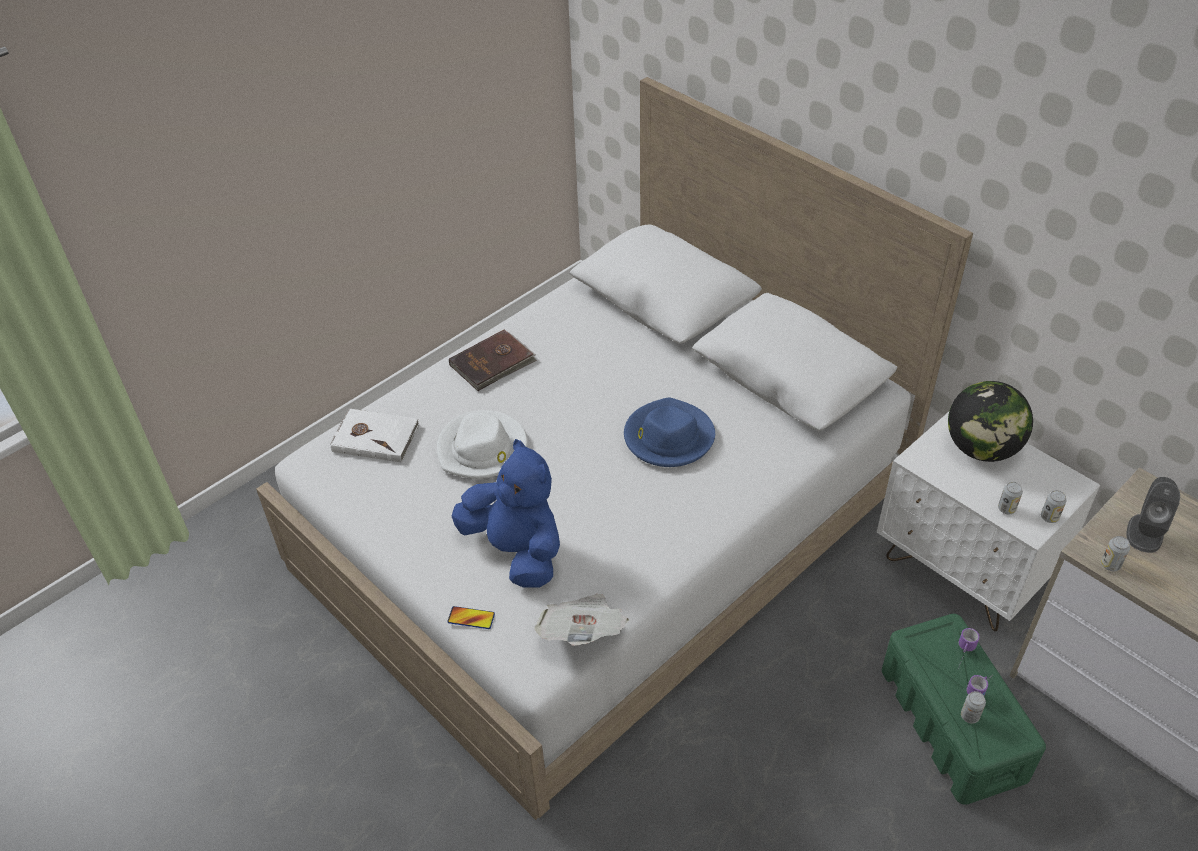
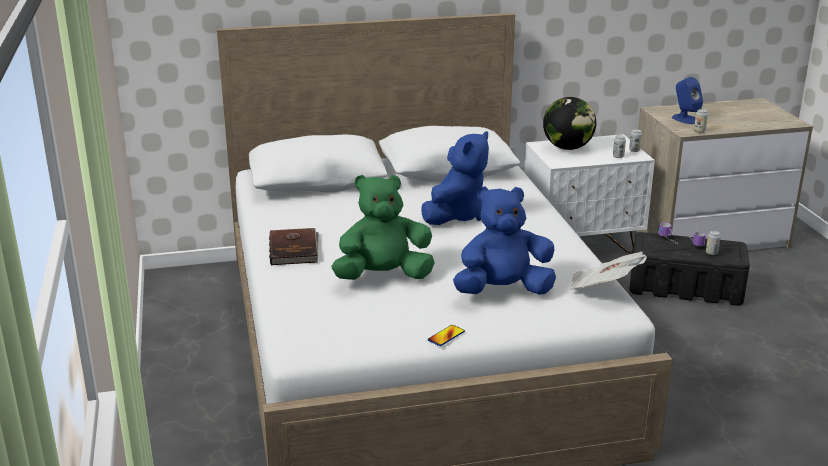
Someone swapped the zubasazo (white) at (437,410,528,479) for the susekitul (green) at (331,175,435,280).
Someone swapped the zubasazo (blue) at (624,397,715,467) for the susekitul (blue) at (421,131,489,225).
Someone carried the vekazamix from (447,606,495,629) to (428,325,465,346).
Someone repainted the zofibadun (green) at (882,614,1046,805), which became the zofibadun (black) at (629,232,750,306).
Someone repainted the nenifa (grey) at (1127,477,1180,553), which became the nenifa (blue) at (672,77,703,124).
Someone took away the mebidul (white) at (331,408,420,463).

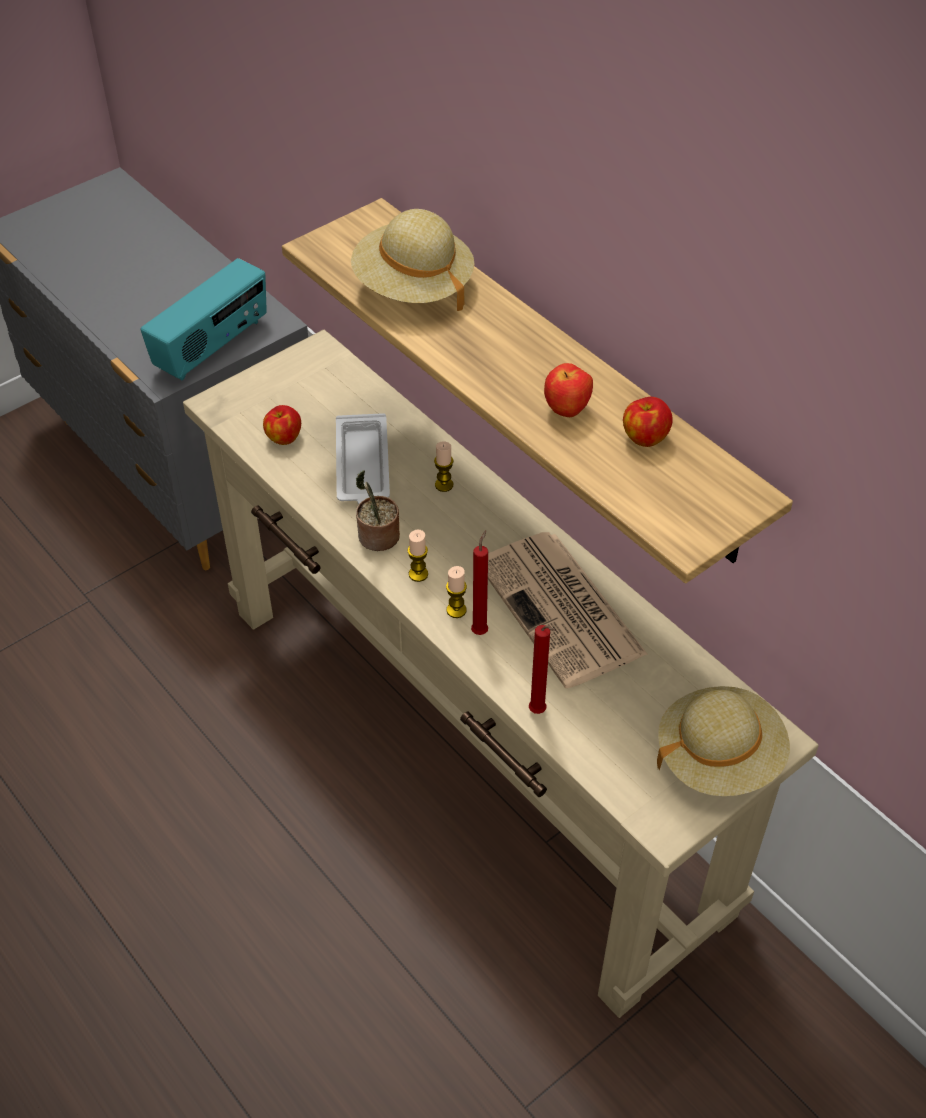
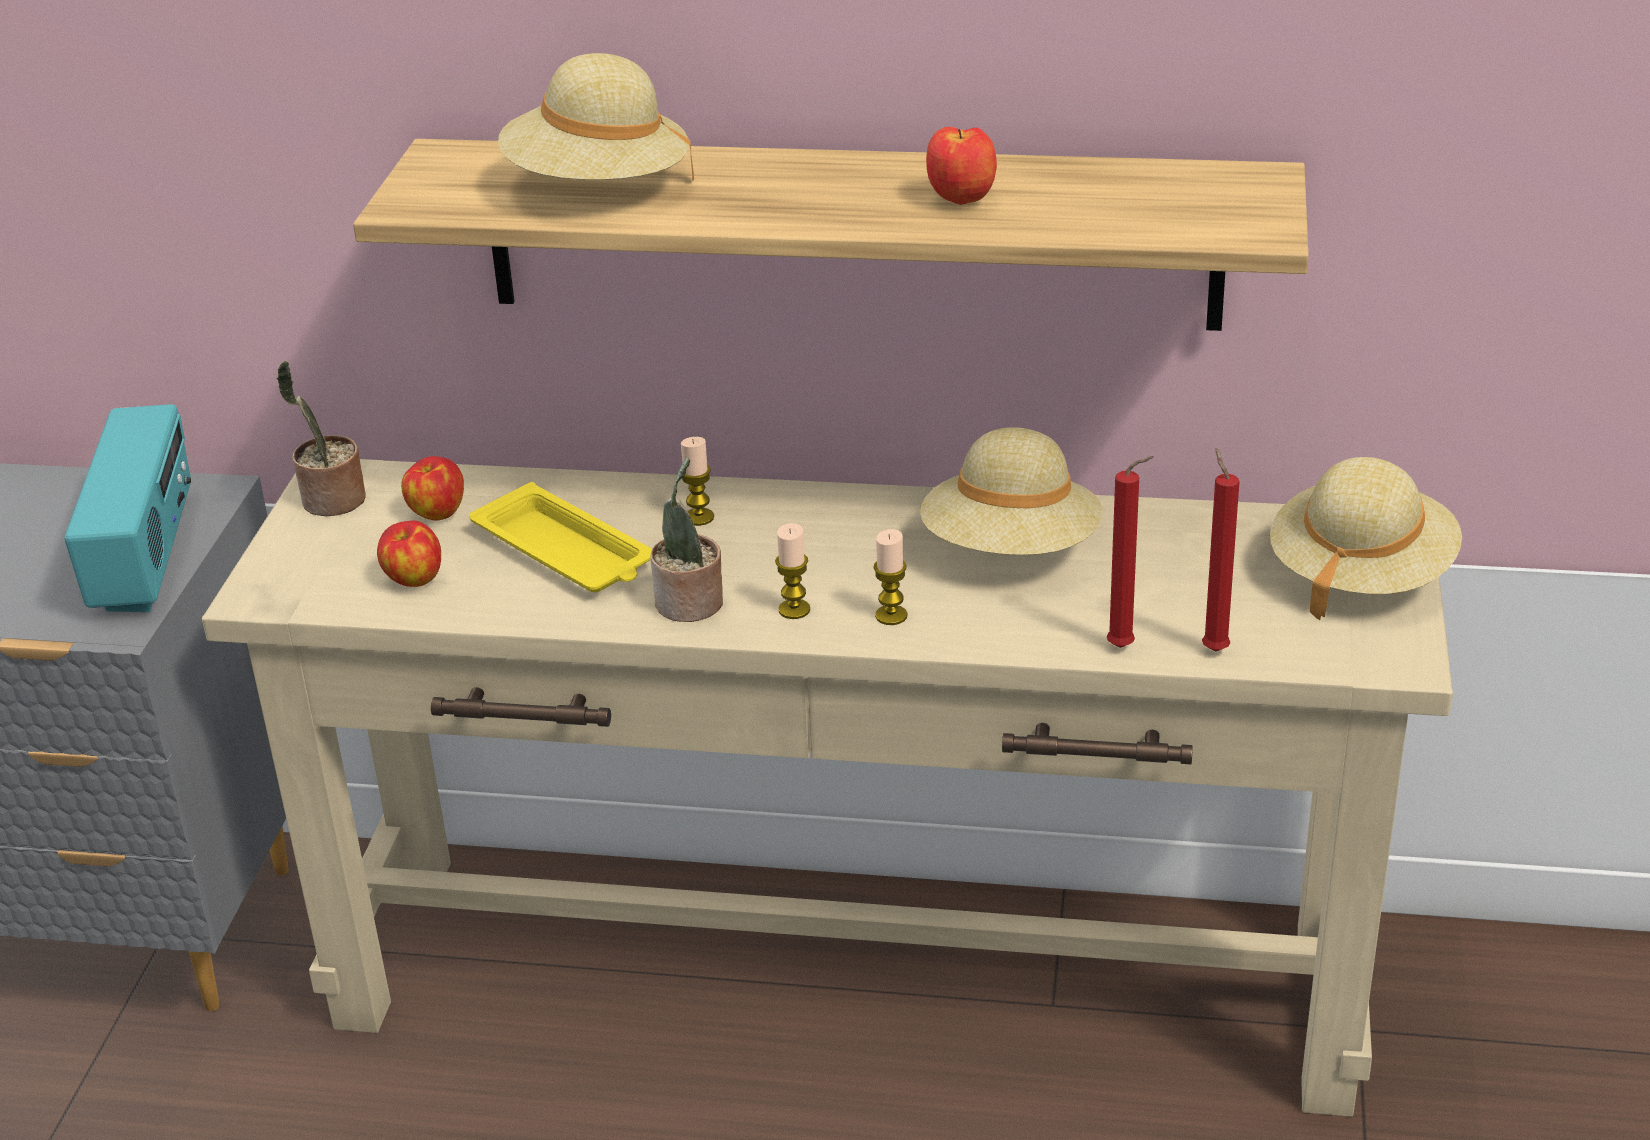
Someone put down the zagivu at (276,361,366,516).
Someone carried the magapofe from (623,397,673,447) to (401,456,464,521).
Someone repainted the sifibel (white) at (336,413,390,504), which became the sifibel (yellow) at (469,482,652,592).
Someone swapped the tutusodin at (488,532,648,688) for the zubasazo (beige) at (920,427,1102,555).
Someone carried the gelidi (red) from (471,530,488,635) to (1202,448,1240,652).

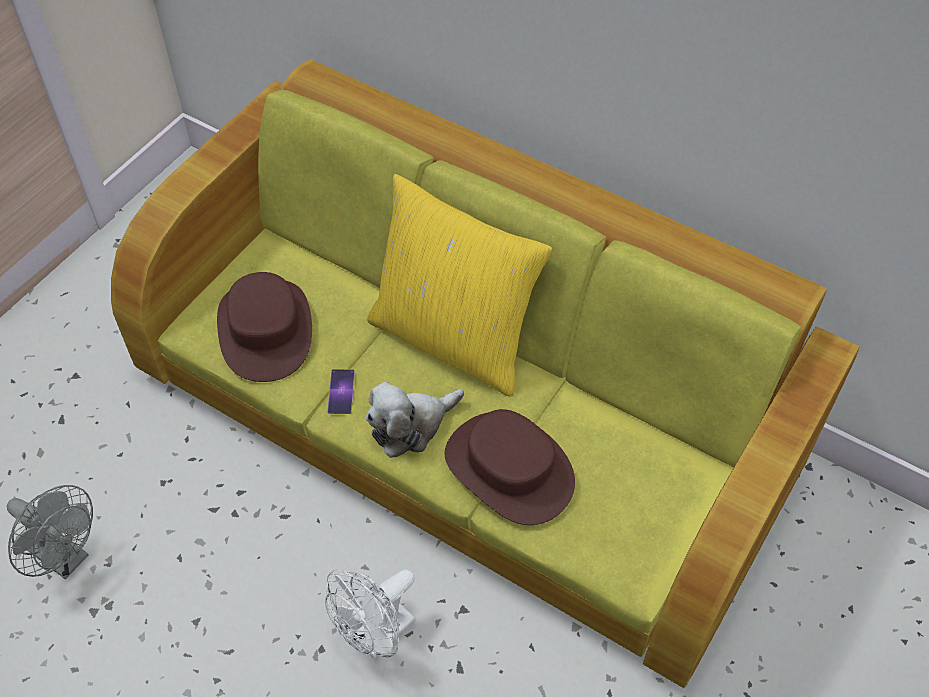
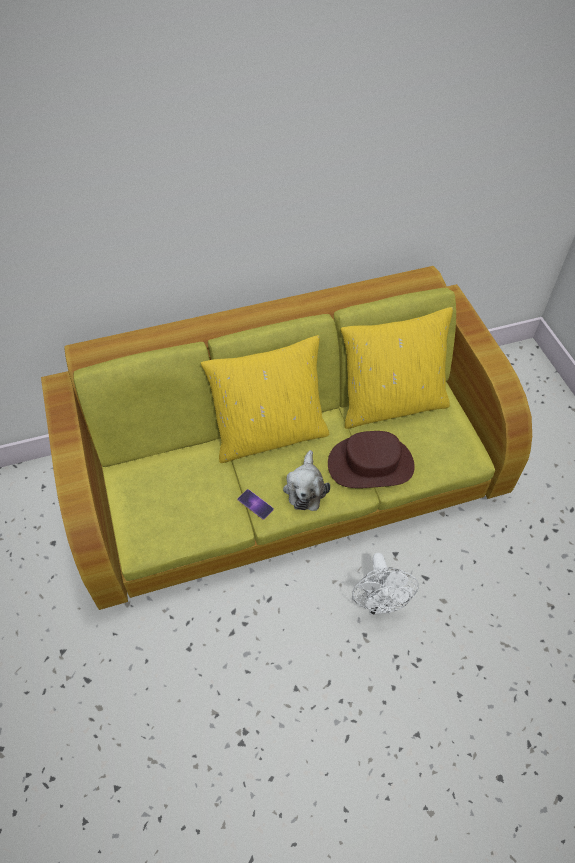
Someone put down the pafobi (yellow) at (341,307,453,429).
Someone took away the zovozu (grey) at (7,485,93,579).
Someone took away the zubasazo (brown) at (217,272,312,382).

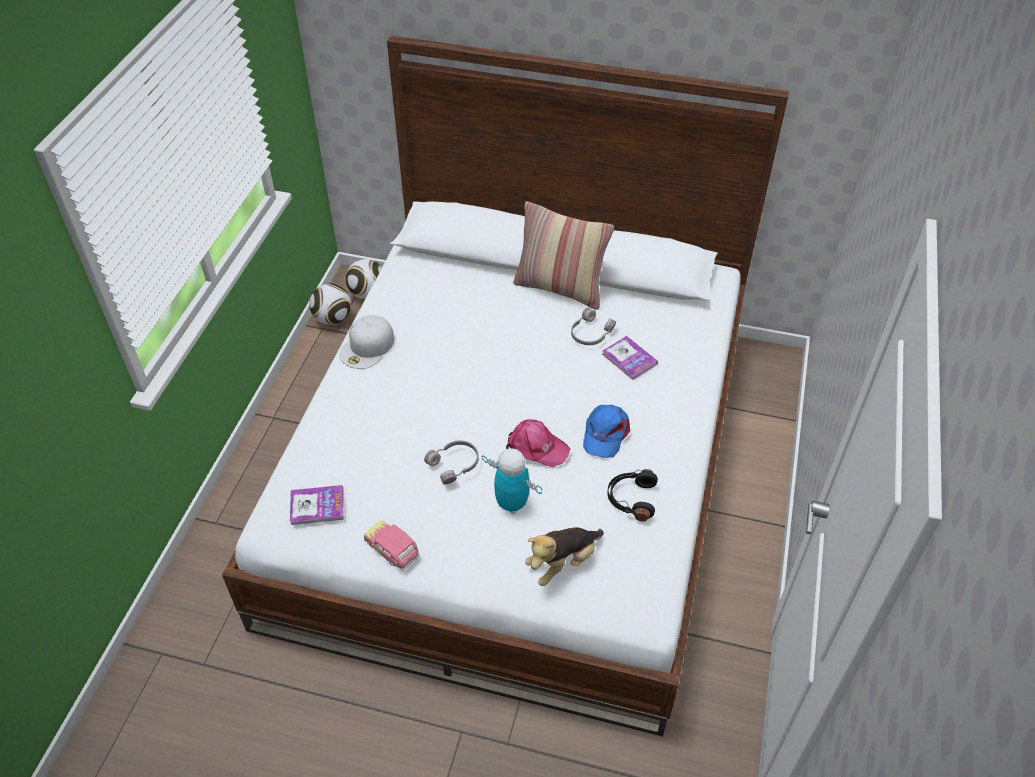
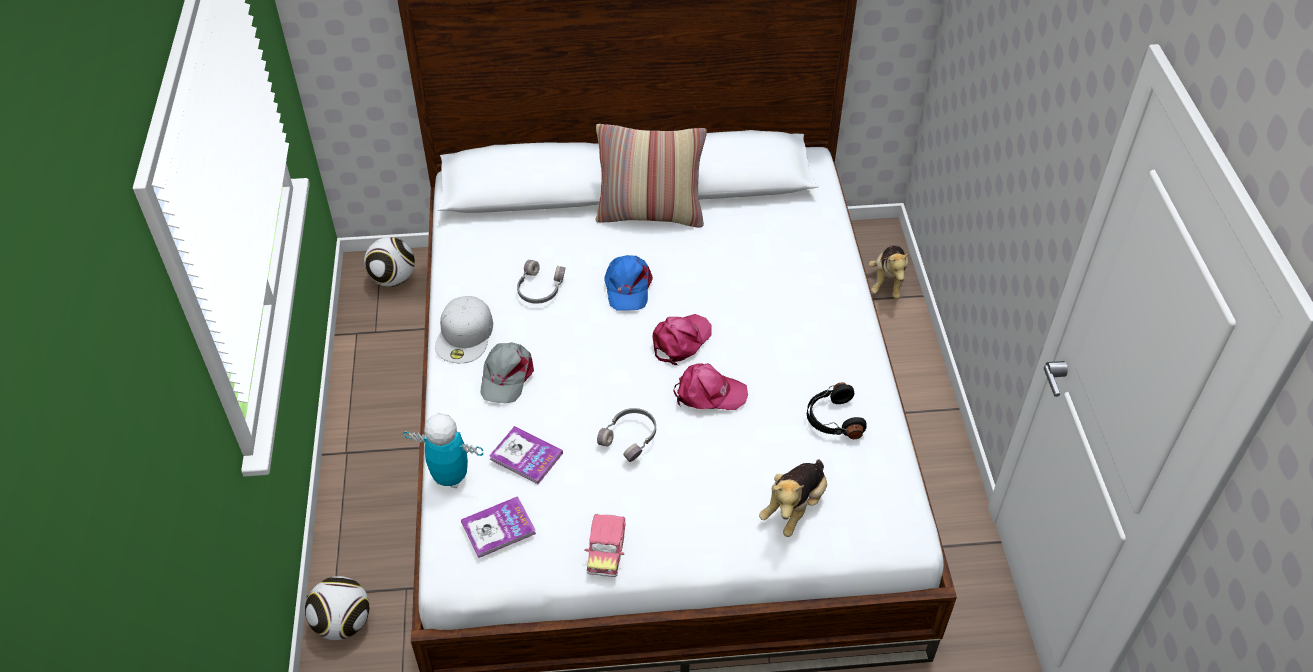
Someone carried the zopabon from (309,283,351,325) to (305,576,369,640).
Someone carried the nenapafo from (482,448,542,514) to (403,414,483,488).
Someone put down the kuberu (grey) at (480,342,534,404).
Someone carried the mebidul from (602,336,658,380) to (489,426,563,484).
Someone carried the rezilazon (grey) from (571,308,616,345) to (517,260,565,304).
Someone rotated the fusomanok at (364,520,420,571) by 105 degrees counterclockwise.
Someone carried the kuberu (blue) from (583,405,630,458) to (604,255,653,311).
Someone put down the kuberu (pink) at (652,314,711,365).
Someone put down the susekitul at (869,246,910,299).

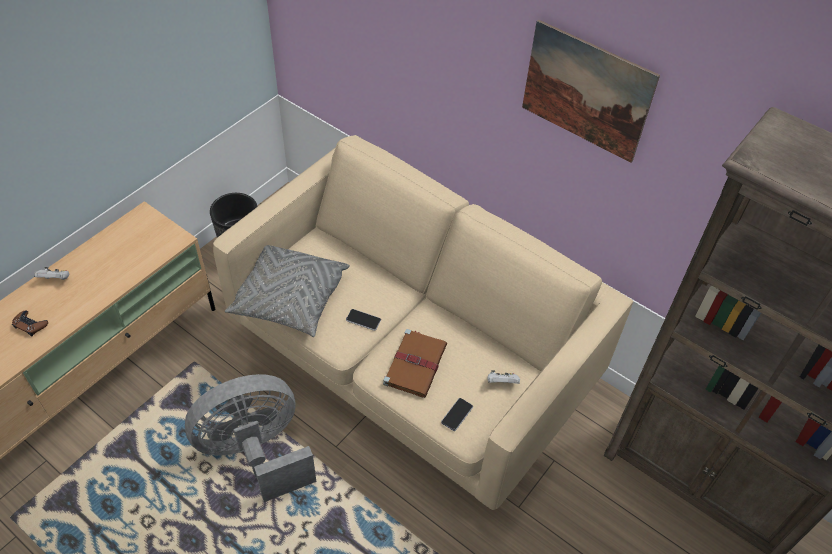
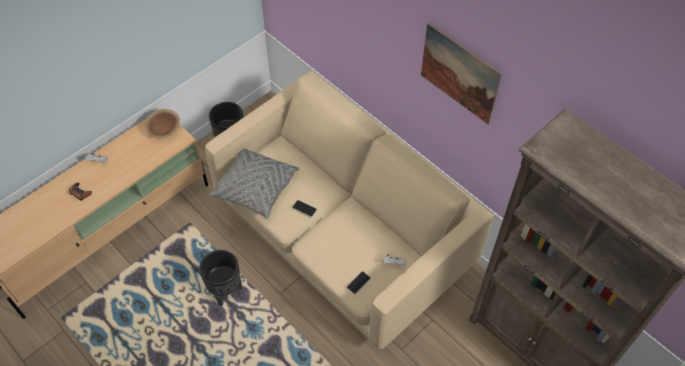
Someone put down the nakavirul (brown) at (144,109,180,138).
Someone swapped the zovozu (grey) at (185,374,316,502) for the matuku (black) at (199,250,242,306).
Someone took away the mebidul (brown) at (383,329,447,398).

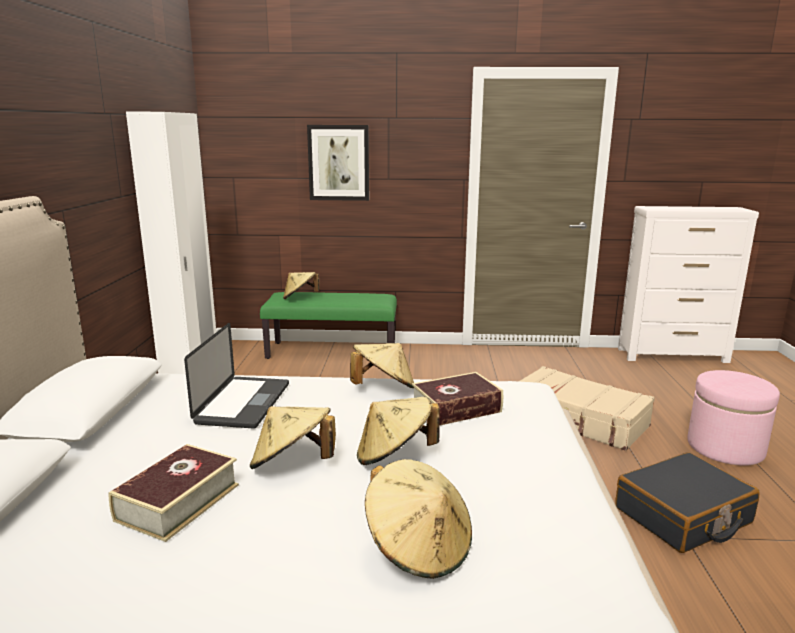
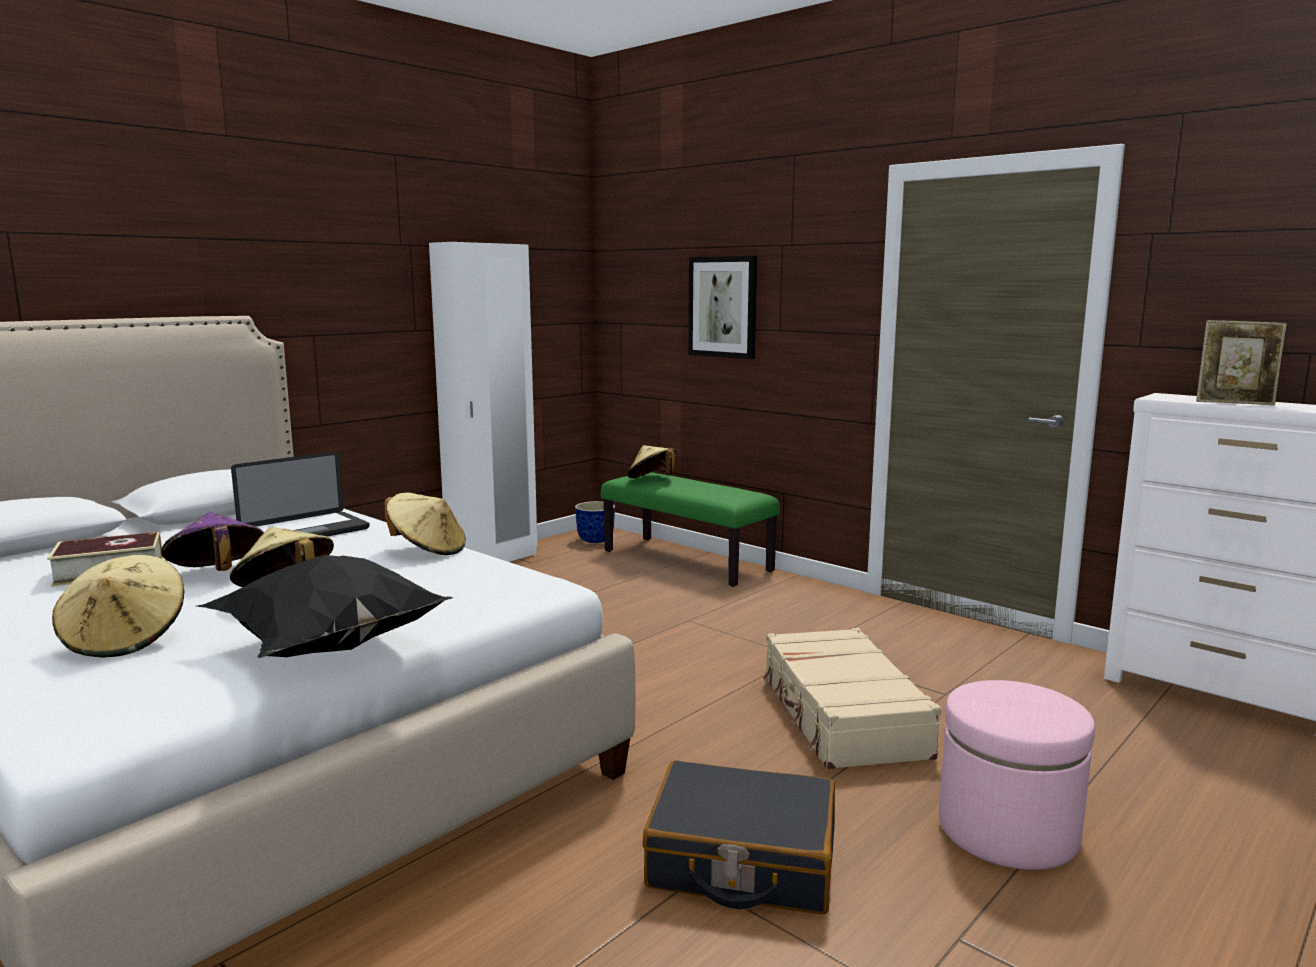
Someone repainted the zubasazo (beige) at (250,406,336,469), which became the zubasazo (purple) at (161,512,264,571).
Someone put down the pafobi (black) at (197,555,453,658).
Someone put down the matuku at (575,501,615,543).
Someone put down the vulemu at (1196,320,1287,405).
Someone took away the mebidul at (412,372,503,425).

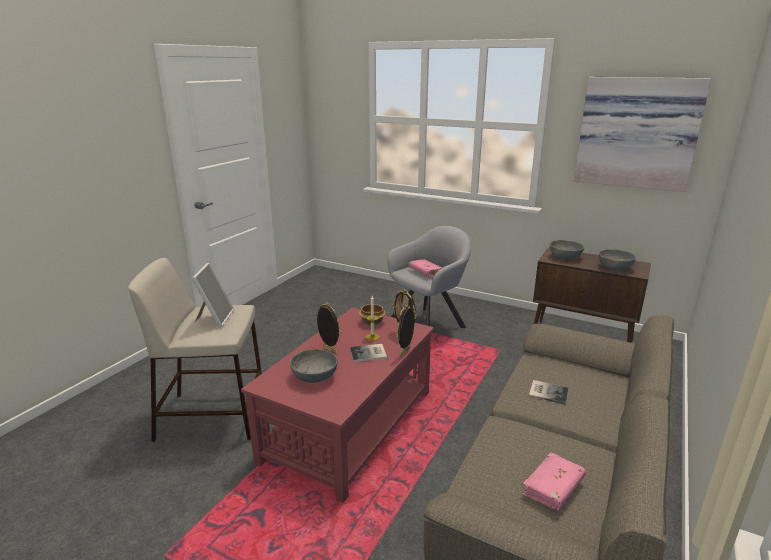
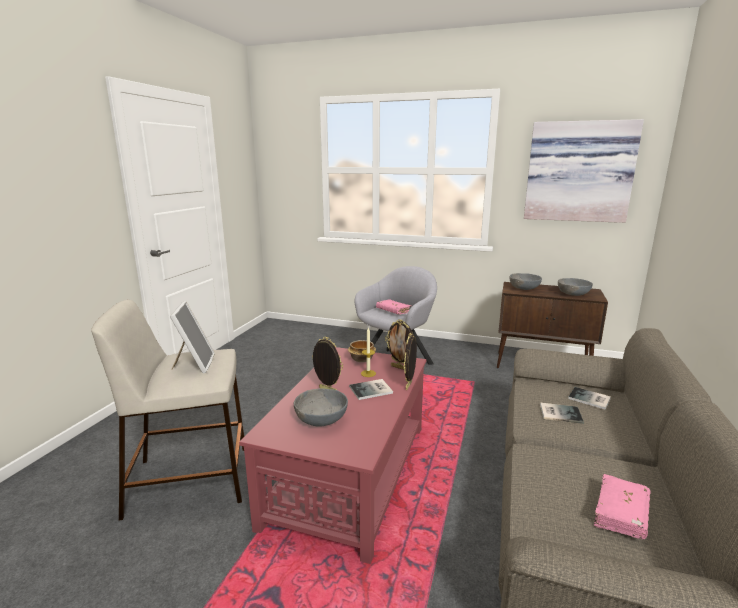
Someone put down the mebidul at (568,387,611,410).

